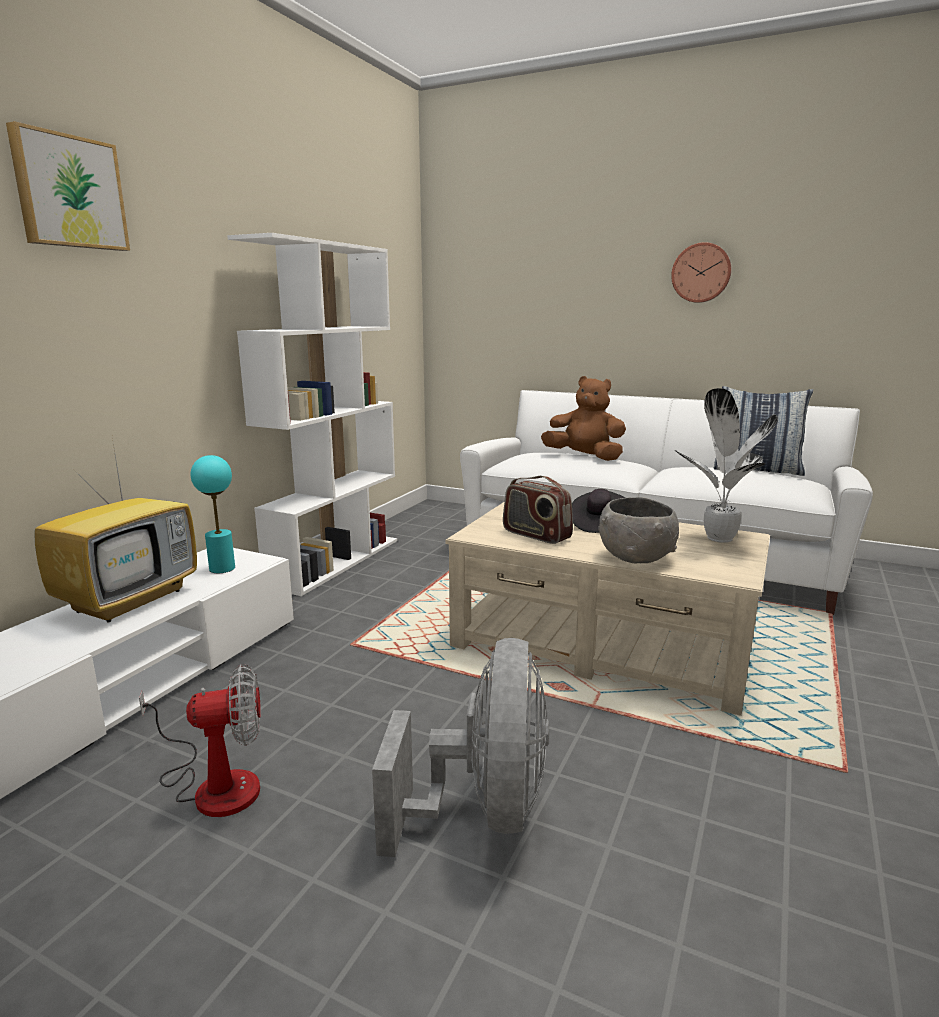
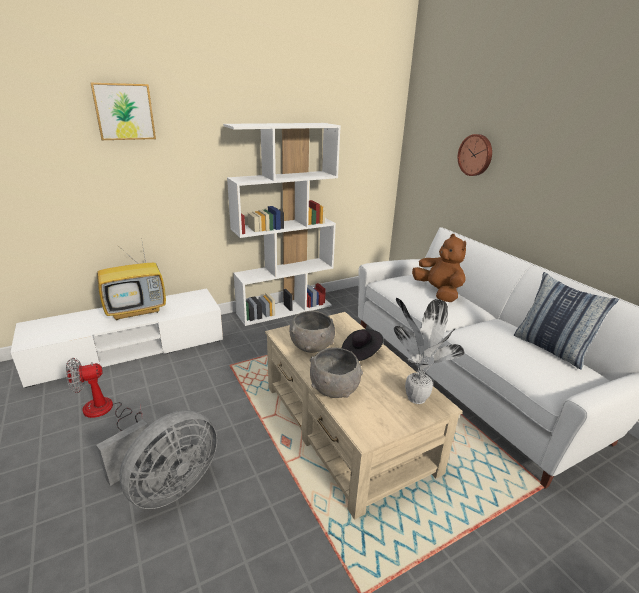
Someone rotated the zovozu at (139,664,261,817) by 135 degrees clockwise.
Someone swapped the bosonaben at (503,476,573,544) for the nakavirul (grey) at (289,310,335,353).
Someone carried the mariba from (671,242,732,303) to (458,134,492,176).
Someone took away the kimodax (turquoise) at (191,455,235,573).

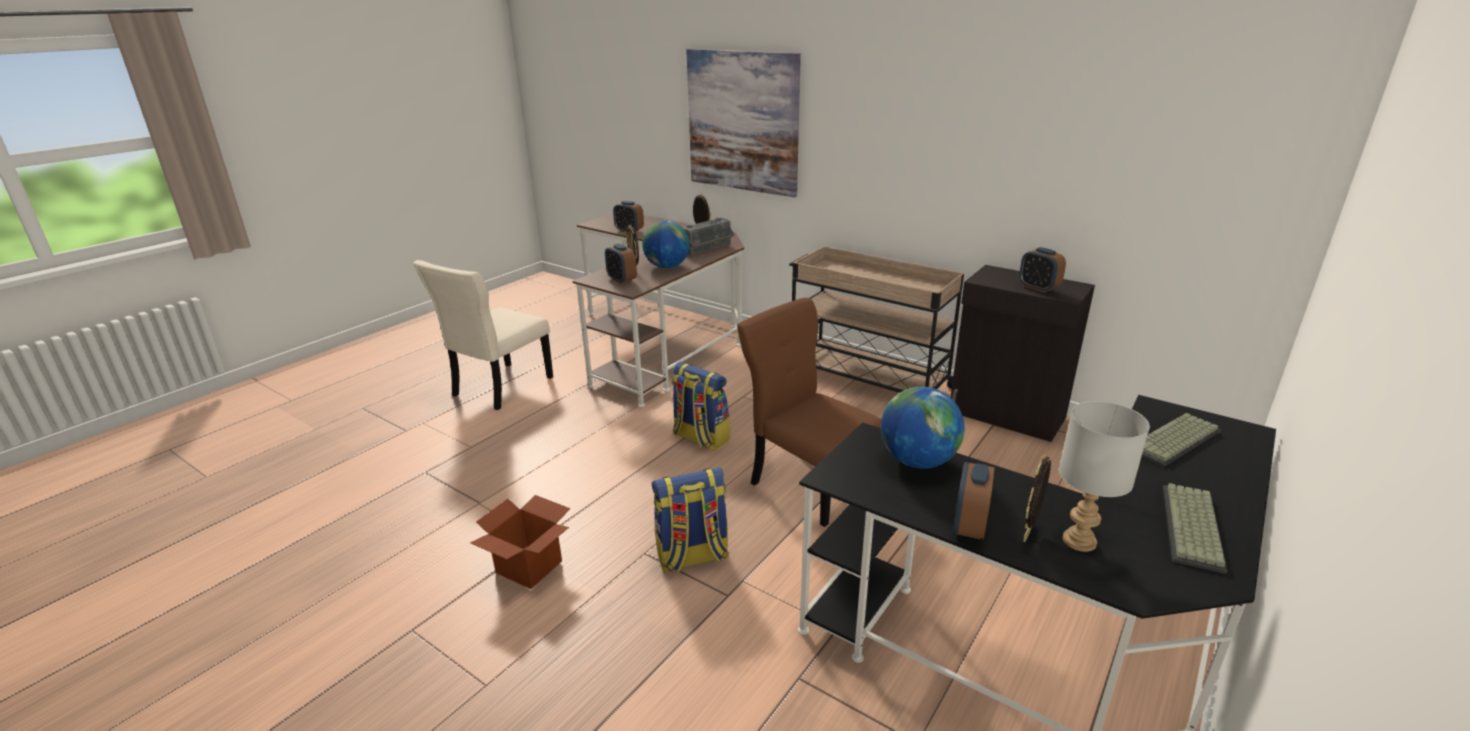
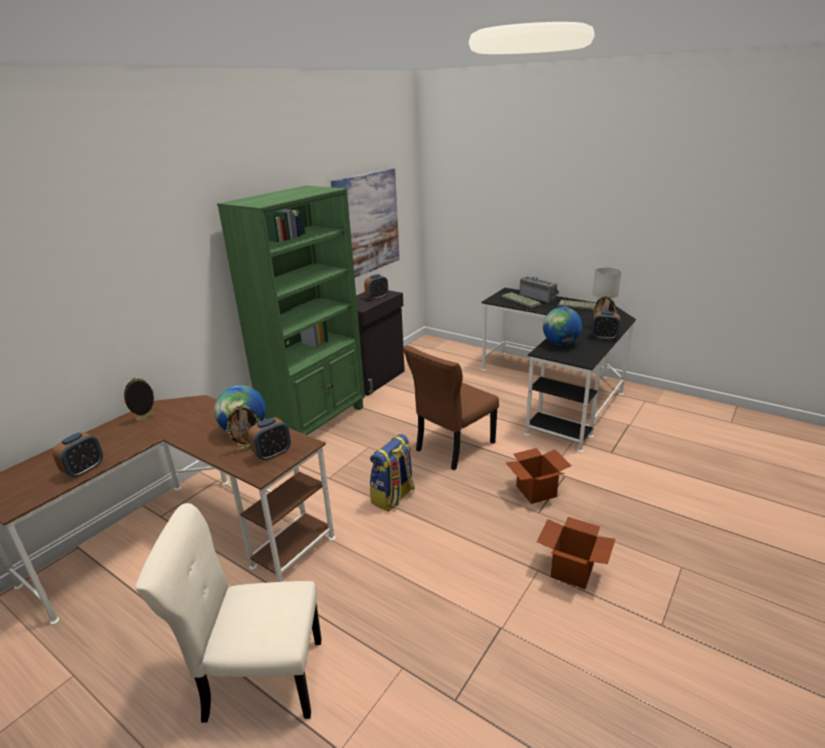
Someone rotated the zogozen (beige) at (413,260,553,410) by 150 degrees clockwise.
Someone swapped the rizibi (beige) at (789,246,964,393) for the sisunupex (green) at (217,186,365,435).
Someone carried the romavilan from (686,49,801,197) to (331,168,400,278).
Someone swapped the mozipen at (652,468,729,573) for the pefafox at (505,448,572,504).
Someone carried the bosonaben from (682,217,735,256) to (519,276,559,303).

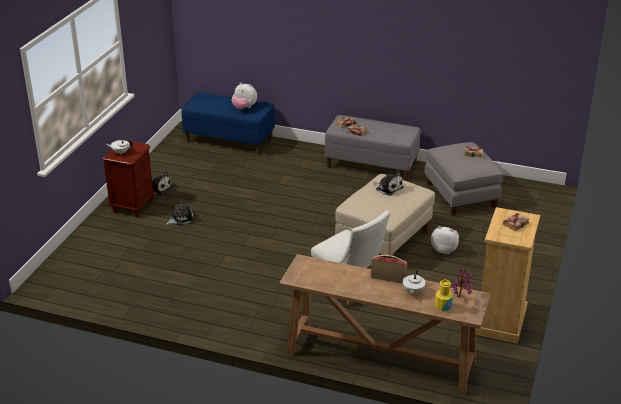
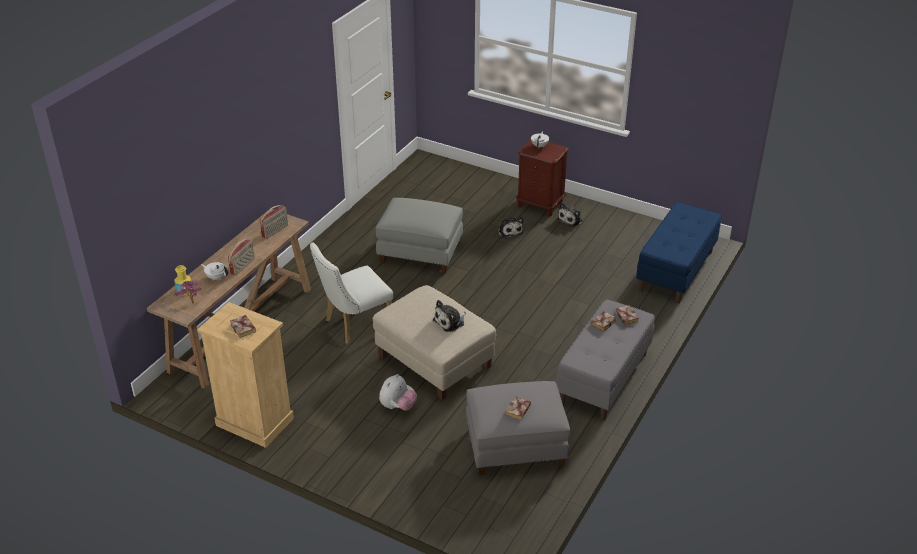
Someone put down the bosonaben at (260,205,288,239).
Someone put down the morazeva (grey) at (376,198,463,274).
Someone took away the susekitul at (232,83,257,110).

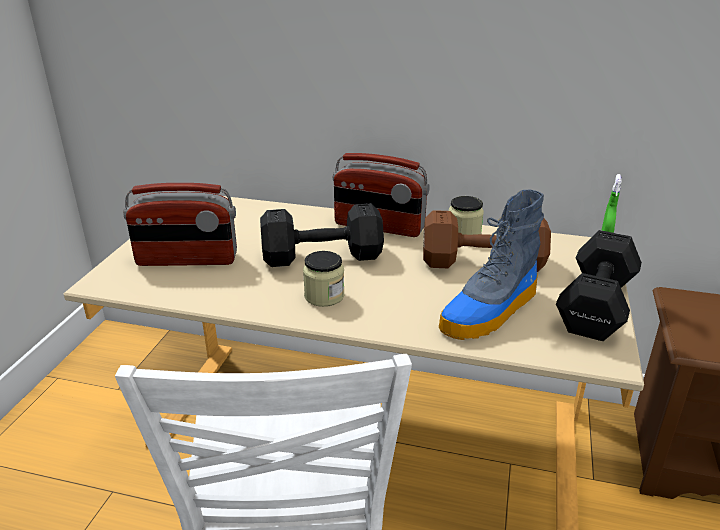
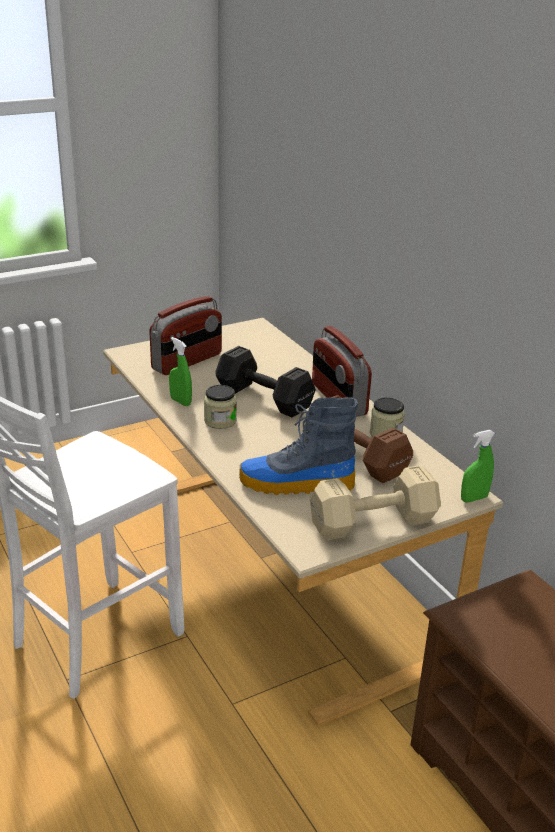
Someone rotated the bosonaben at (123,183,237,266) by 90 degrees counterclockwise.
Someone put down the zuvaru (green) at (169,337,192,406).
Someone repainted the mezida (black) at (556,230,642,341), which became the mezida (beige) at (310,465,441,540).

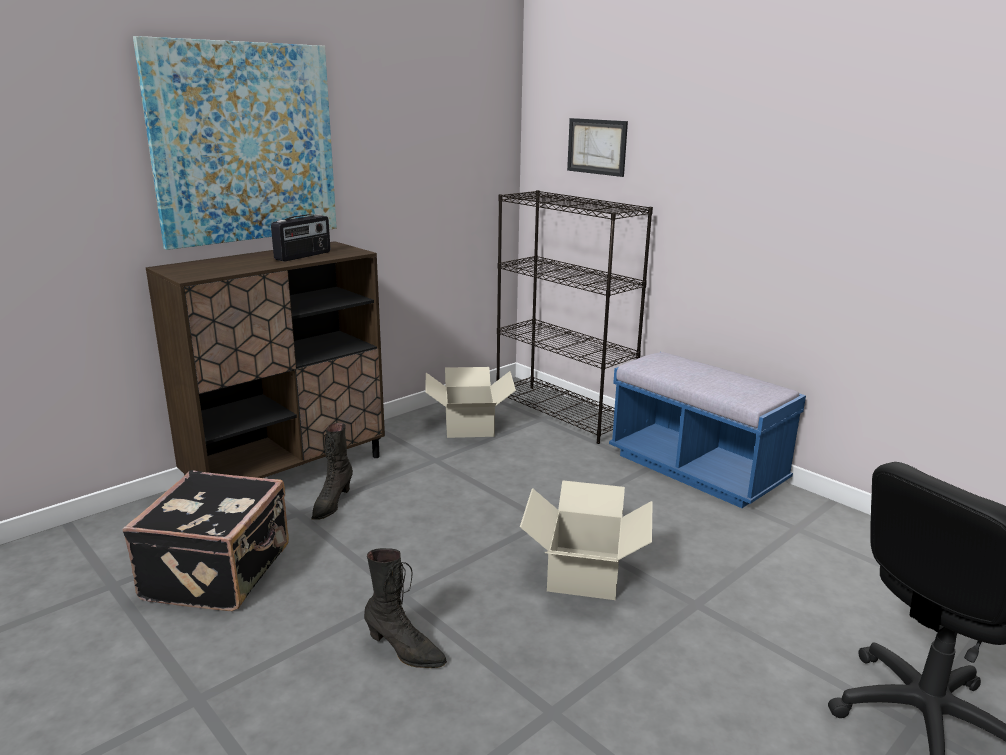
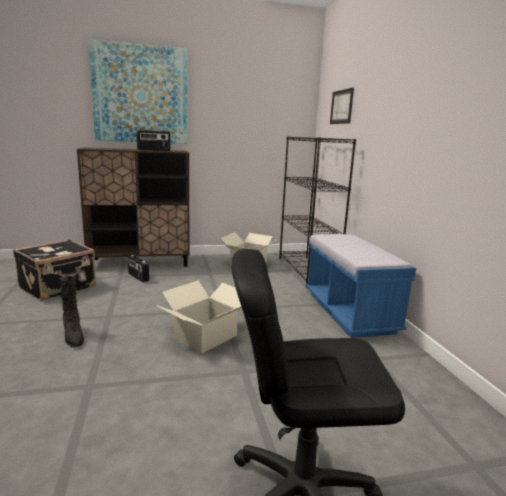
Someone swapped the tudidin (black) at (311,423,353,520) for the bosonaben at (128,255,149,282).

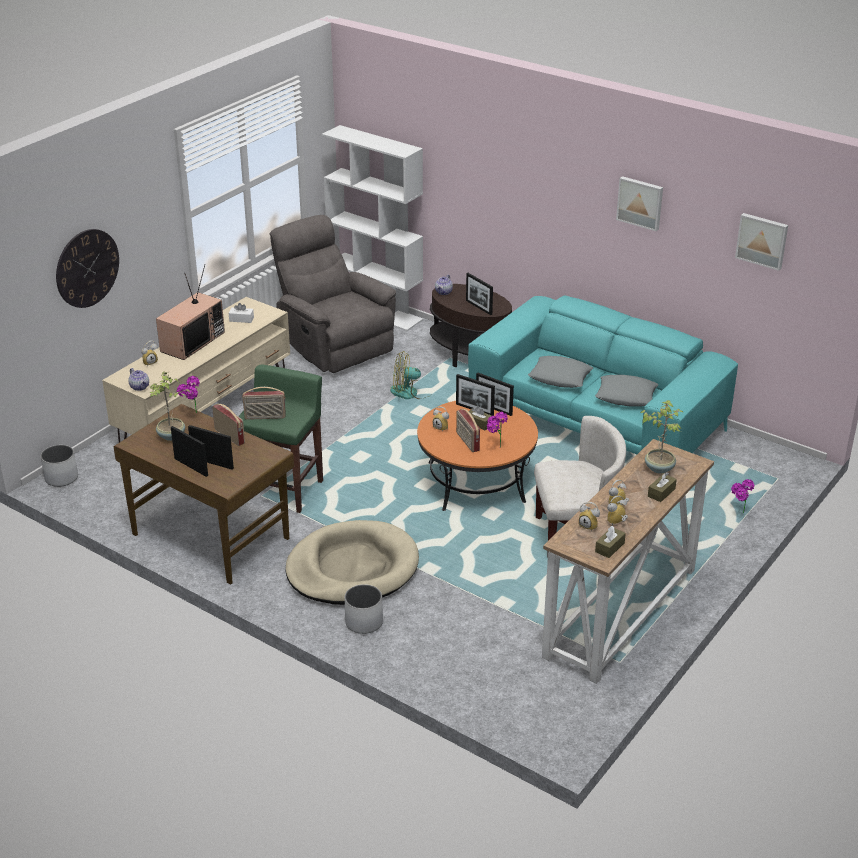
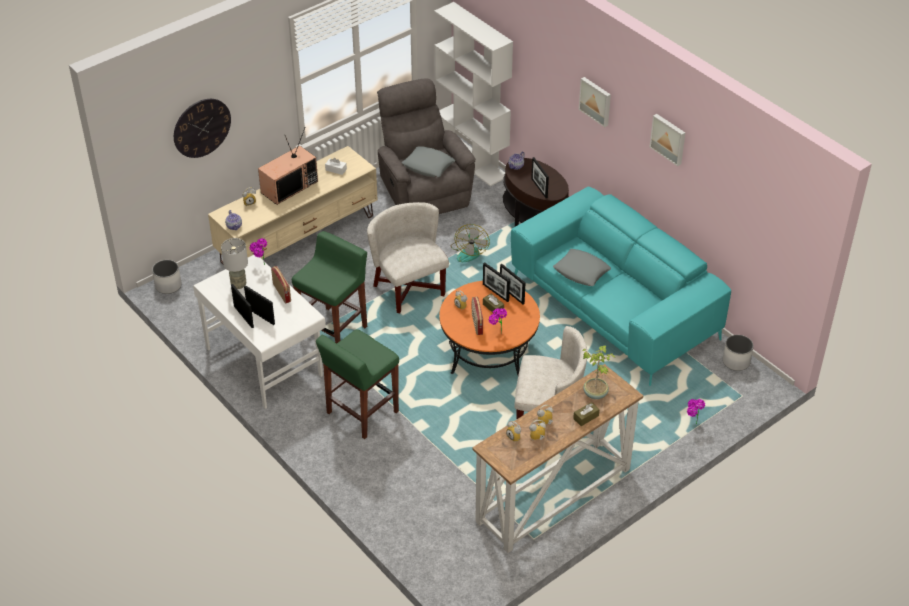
Someone repainted the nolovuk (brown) at (114,404,294,585), which became the nolovuk (white) at (193,255,326,409).
Someone swapped the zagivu at (150,371,191,441) for the kimodax (grey) at (221,238,248,289).
Someone swapped the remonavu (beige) at (286,520,419,605) for the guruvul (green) at (316,330,399,439).
Someone put down the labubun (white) at (367,202,449,313).
Someone carried the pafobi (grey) from (595,375,658,407) to (402,146,455,177).
Someone rotated the zovozu at (390,351,432,399) by 90 degrees counterclockwise.
Someone carried the romavilan from (735,213,788,271) to (579,77,611,127).
Someone carried the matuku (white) from (344,584,383,634) to (723,335,753,371).
Someone took away the bosonaben at (242,387,286,420).
Someone took away the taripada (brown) at (595,526,626,558).

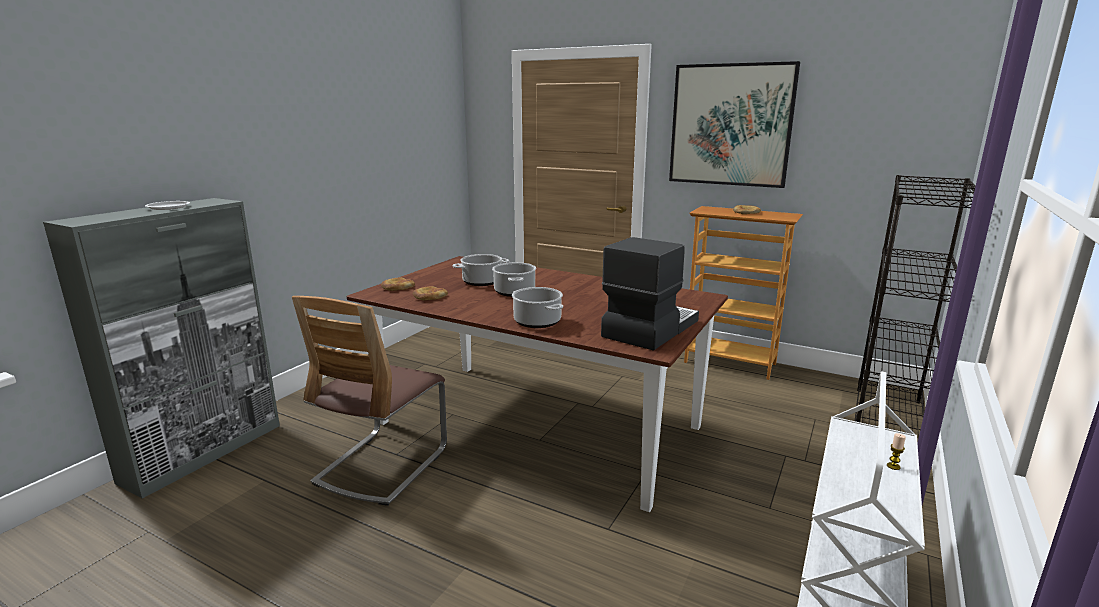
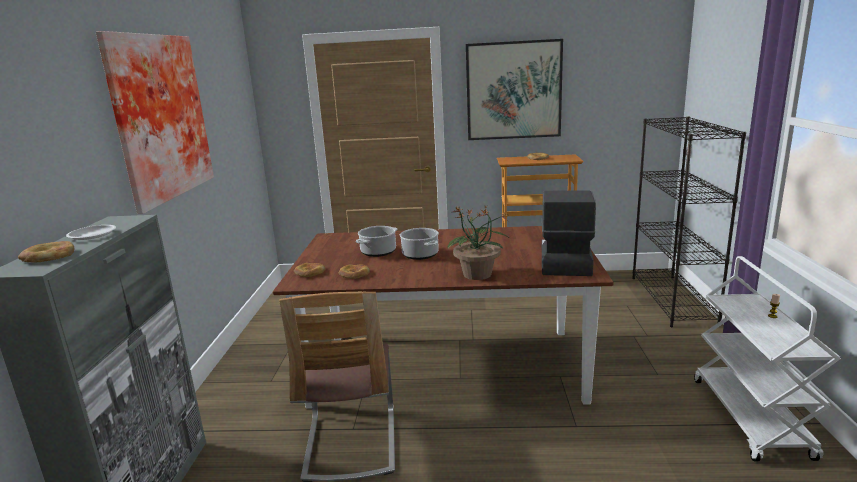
Someone put down the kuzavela at (18,241,75,262).
Someone put up the romavilan at (96,31,214,214).
Someone swapped the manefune at (512,287,563,328) for the zagivu at (448,205,509,280).

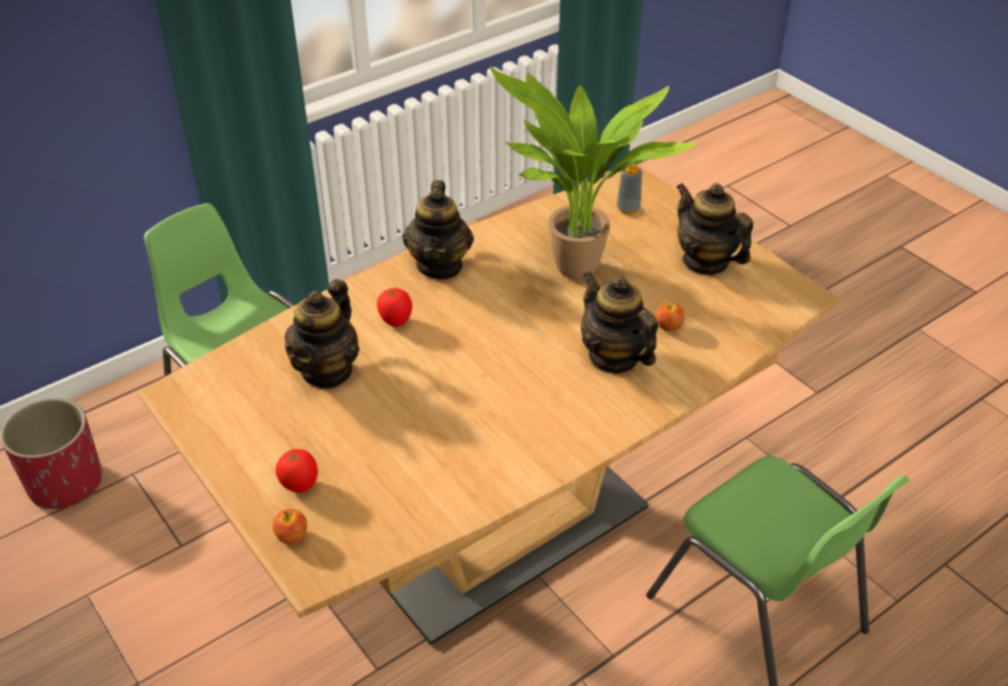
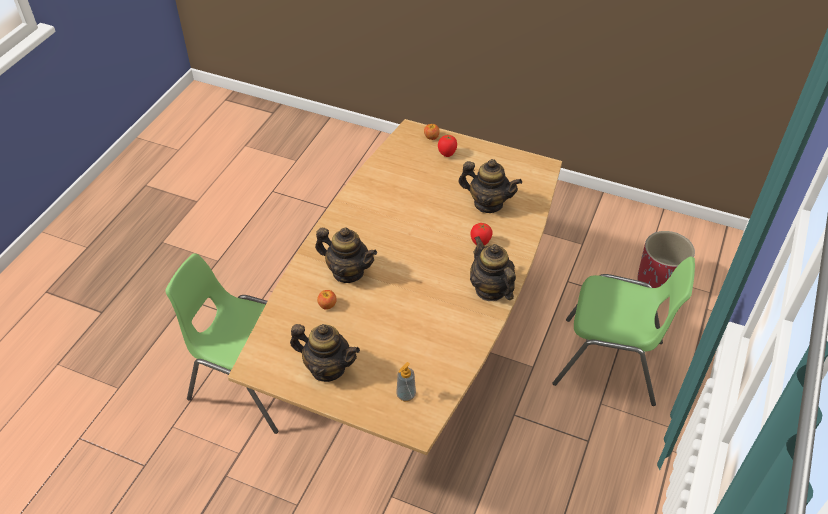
Someone rotated the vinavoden at (285,279,360,389) by 120 degrees clockwise.
Someone took away the zagivu at (490,66,696,279).

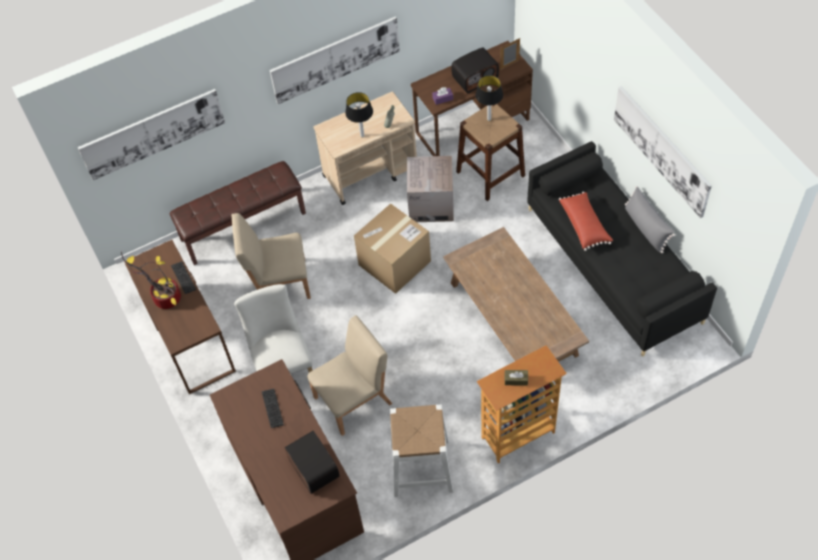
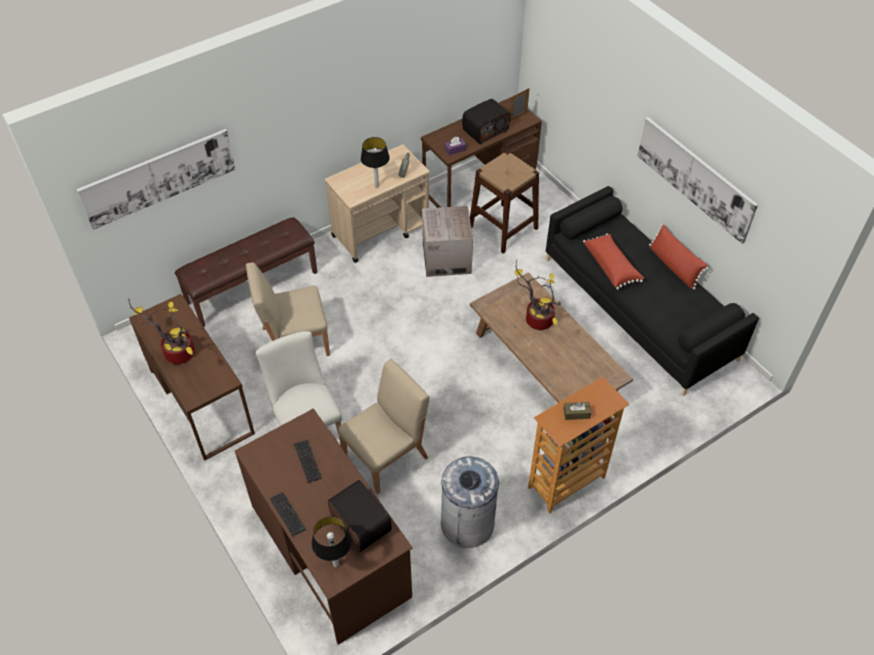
Someone carried the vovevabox from (171,261,196,294) to (269,492,306,536).
Someone carried the kimodax from (475,75,503,121) to (312,516,352,568).
Someone swapped the guruvul (white) at (390,405,453,497) for the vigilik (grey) at (441,457,499,548).
Someone put down the zagivu at (515,260,561,330).
Someone repainted the pafobi (grey) at (625,186,675,253), which became the pafobi (red) at (649,224,709,290).
Someone took away the romavilan at (269,16,400,104).
Someone took away the pefafox at (354,203,431,294).

